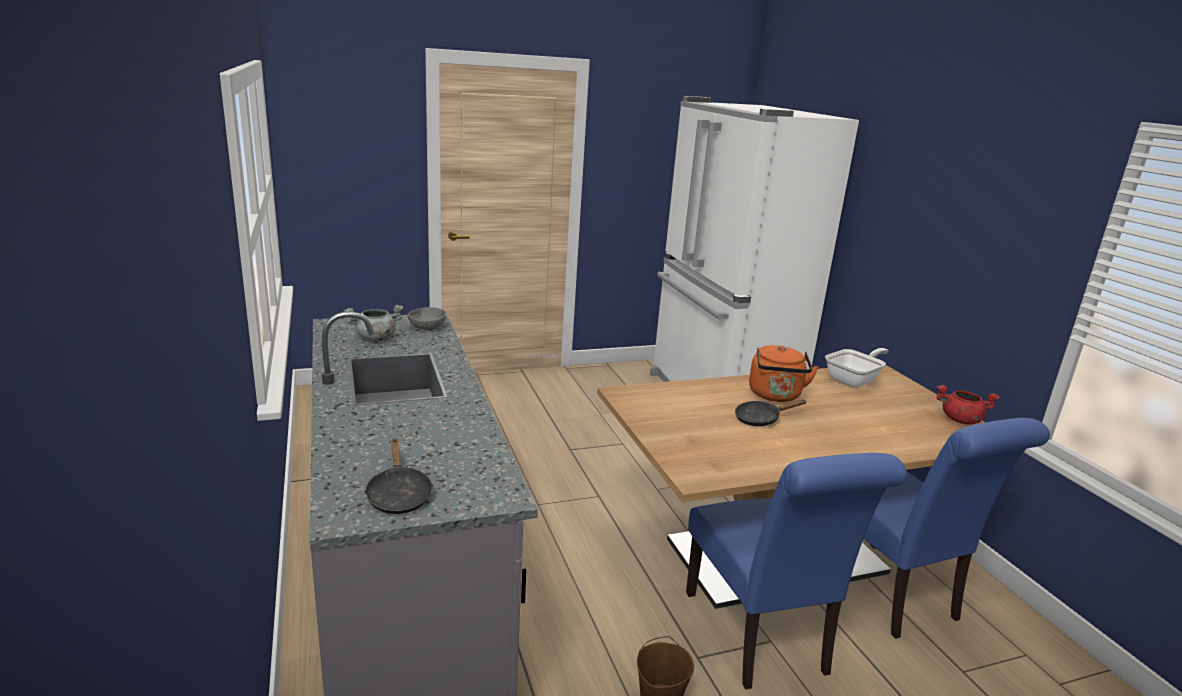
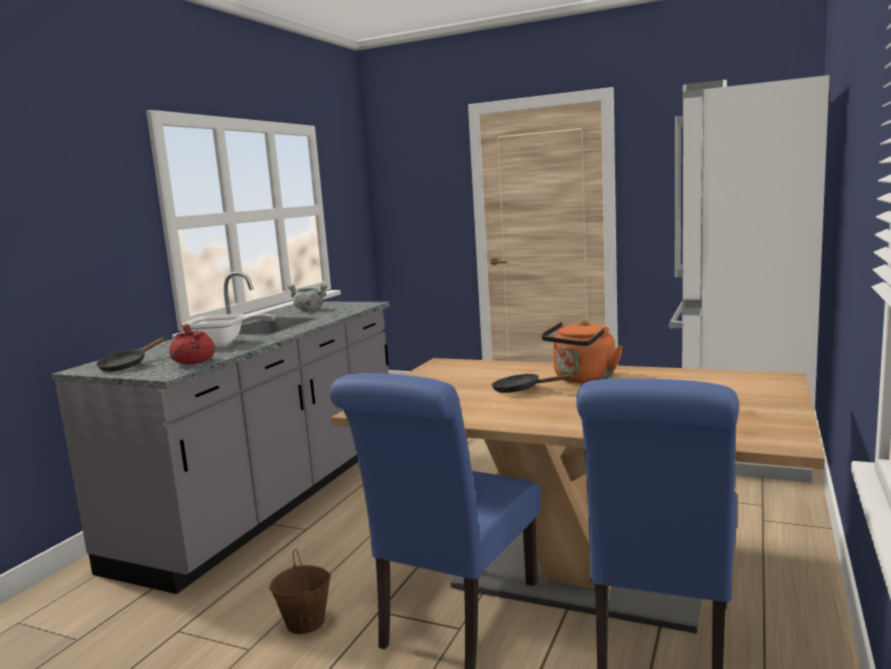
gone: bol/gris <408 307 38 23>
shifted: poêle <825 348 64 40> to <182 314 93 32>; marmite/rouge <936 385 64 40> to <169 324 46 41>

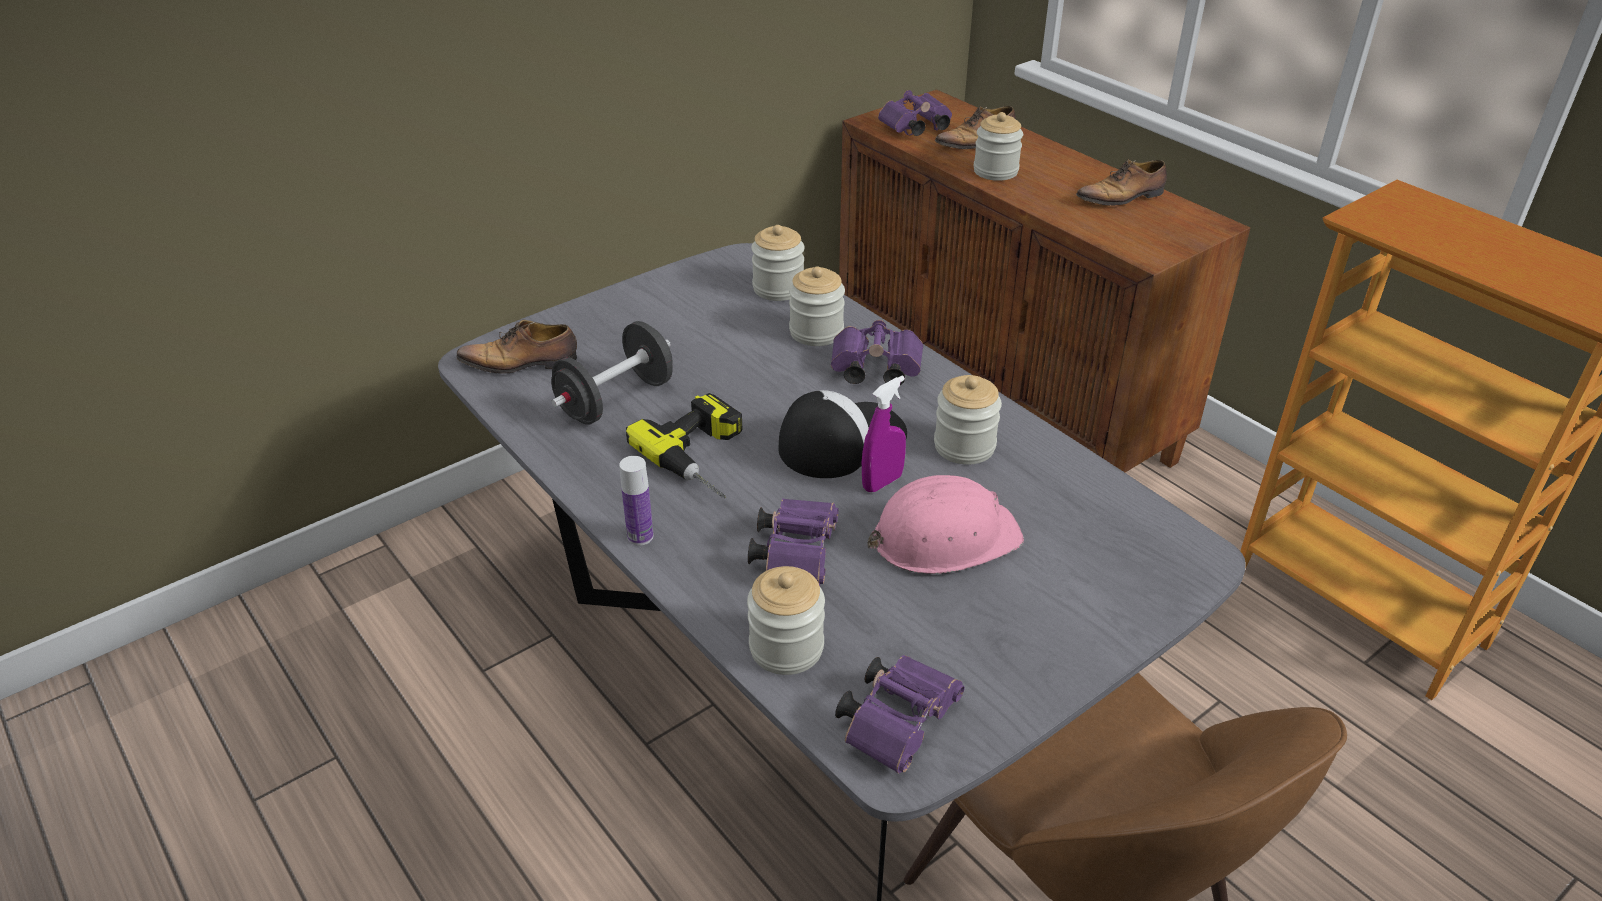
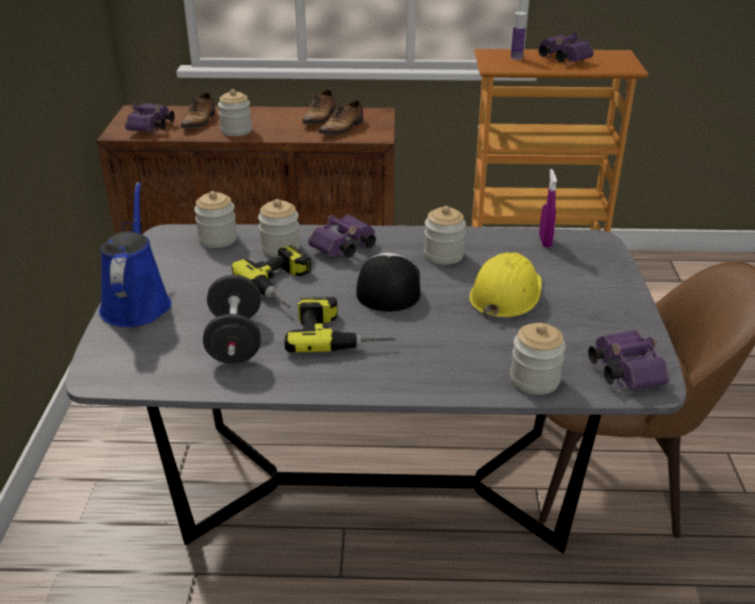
new: arrosoir/bleu <99 182 73 145>; perceuse <231 246 80 63>
shifted: chaussure <456 319 121 55> to <318 100 45 35>; bouteille <619 456 35 90> to <511 12 16 48>; jumelles/violet <748 498 91 88> to <539 32 55 33>; vaporisateur/violet <862 376 44 116> to <539 169 18 78>
repainted: casque de chantier/rose <868 475 156 99> to casque de chantier/jaune <469 253 73 66>

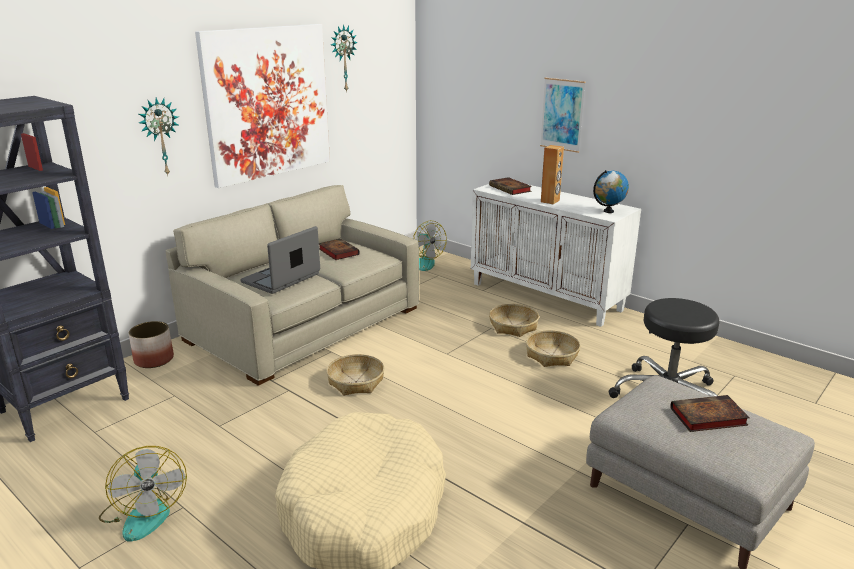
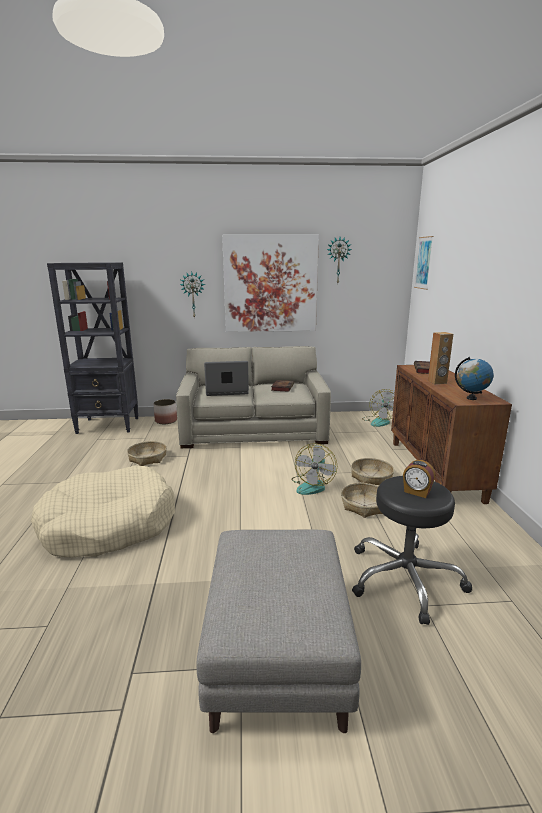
gone: livre <670 395 80 37>
new: réveil <403 460 32 38>
shifted: ventilateur <99 446 88 96> to <292 443 45 52>; panier <326 354 58 41> to <127 441 40 25>; tableau <540 77 46 76> to <414 236 20 54>
repainted: meuble de rangement/blanc <471 184 170 143> to meuble de rangement/marron <391 365 121 139>

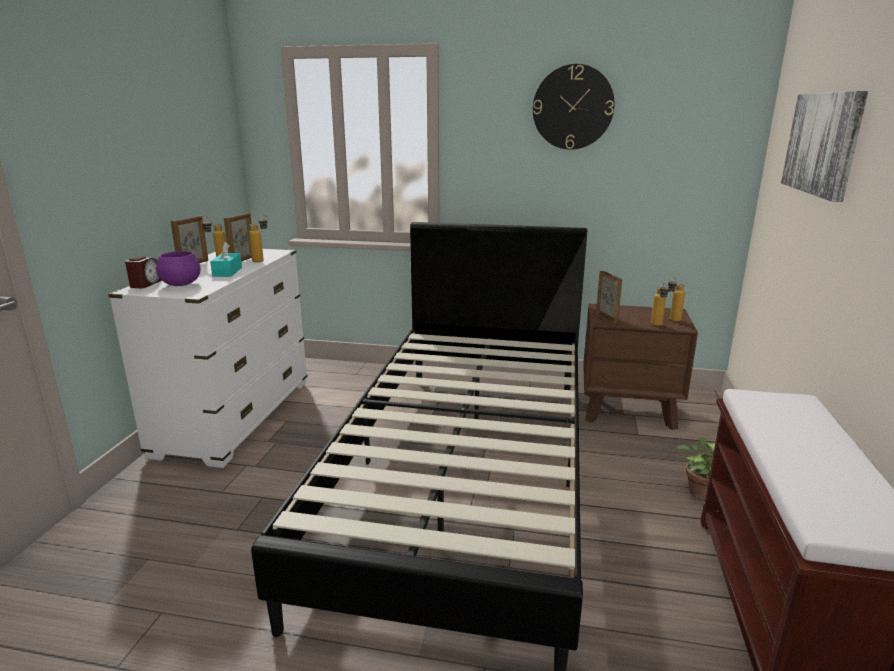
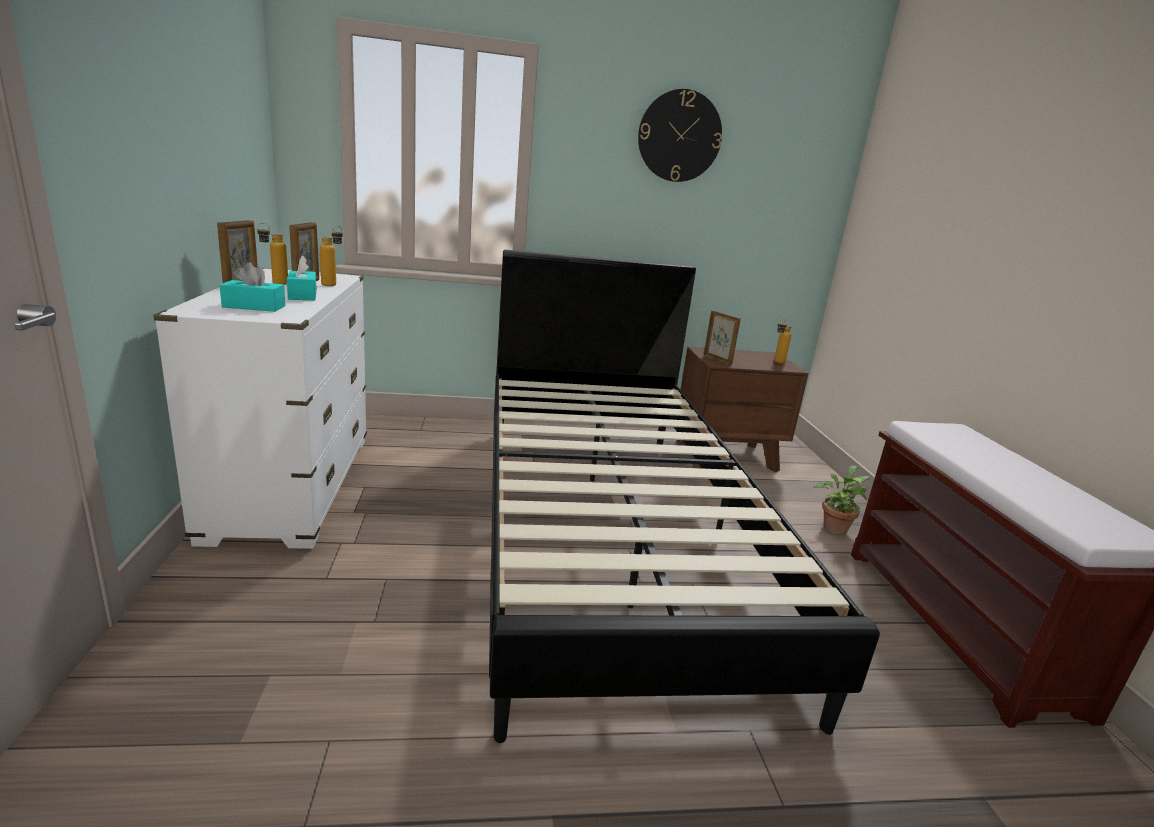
gone: réveil <125 256 37 32>; bouteille <651 283 18 43>; tableau <781 91 87 111>
swapped: bol/violet <156 251 44 35> to boîte à mouchoirs/turquoise <220 262 66 50>

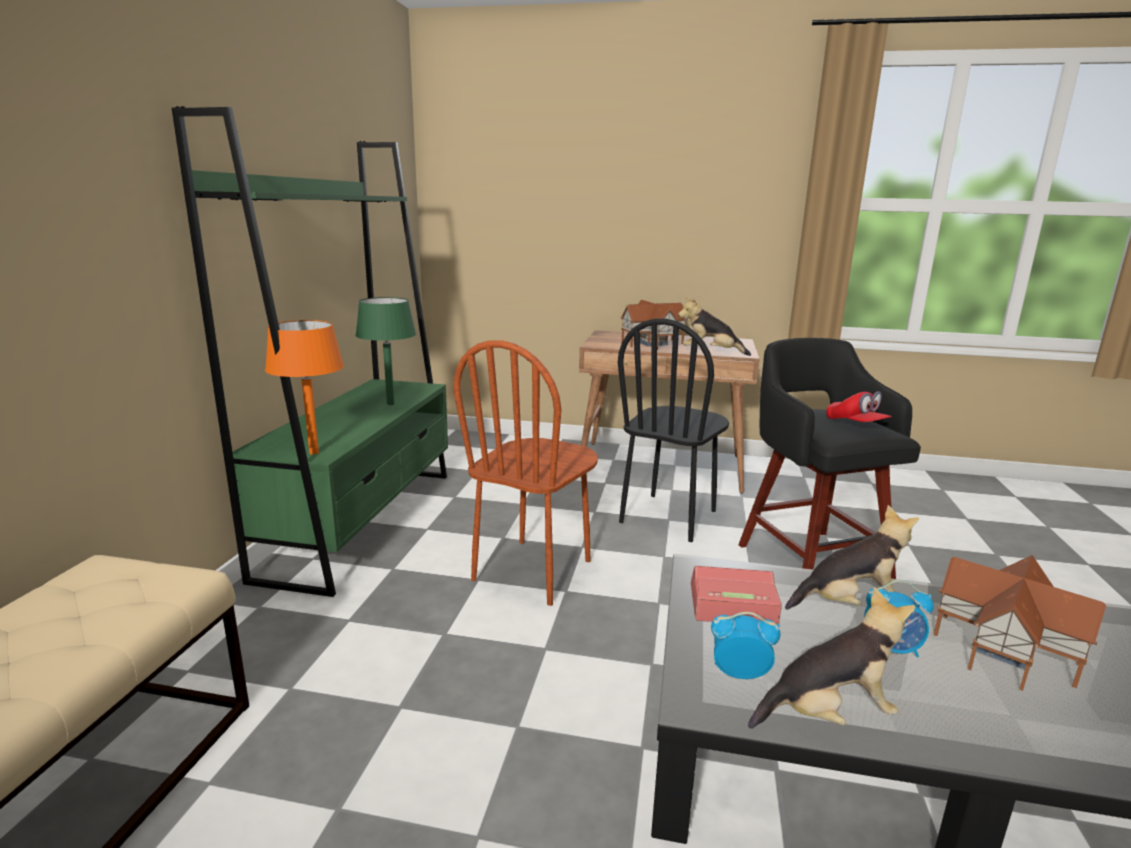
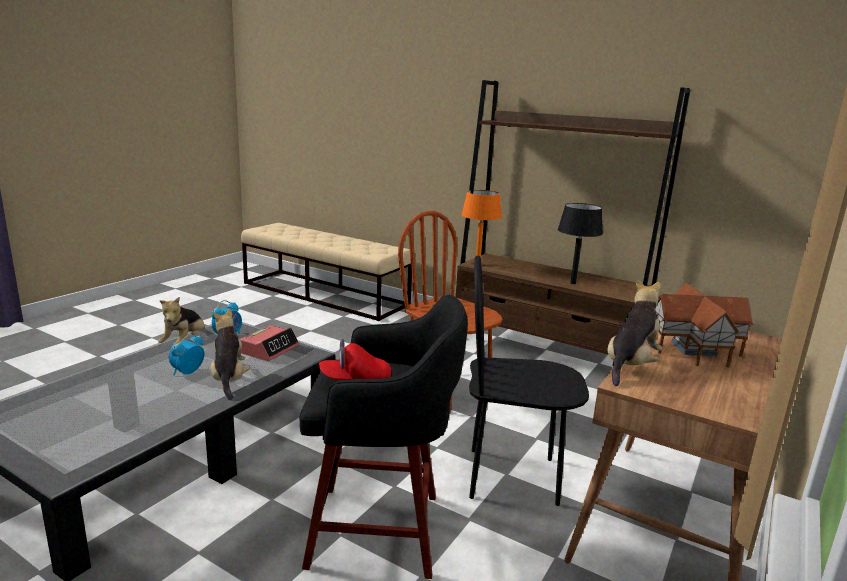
gone: maison miniature <933 555 173 136>
repainted: bibliothèque/vert <172 106 276 491> to bibliothèque/marron <456 80 235 275>; lampe de table/vert <355 297 61 108> to lampe de table/noir <558 203 45 81>
rotated: chaise/noir <618 318 111 224> = <469 255 120 251> 45 degrees counterclockwise; peluche <785 505 134 105> = <211 309 39 91> 150 degrees clockwise

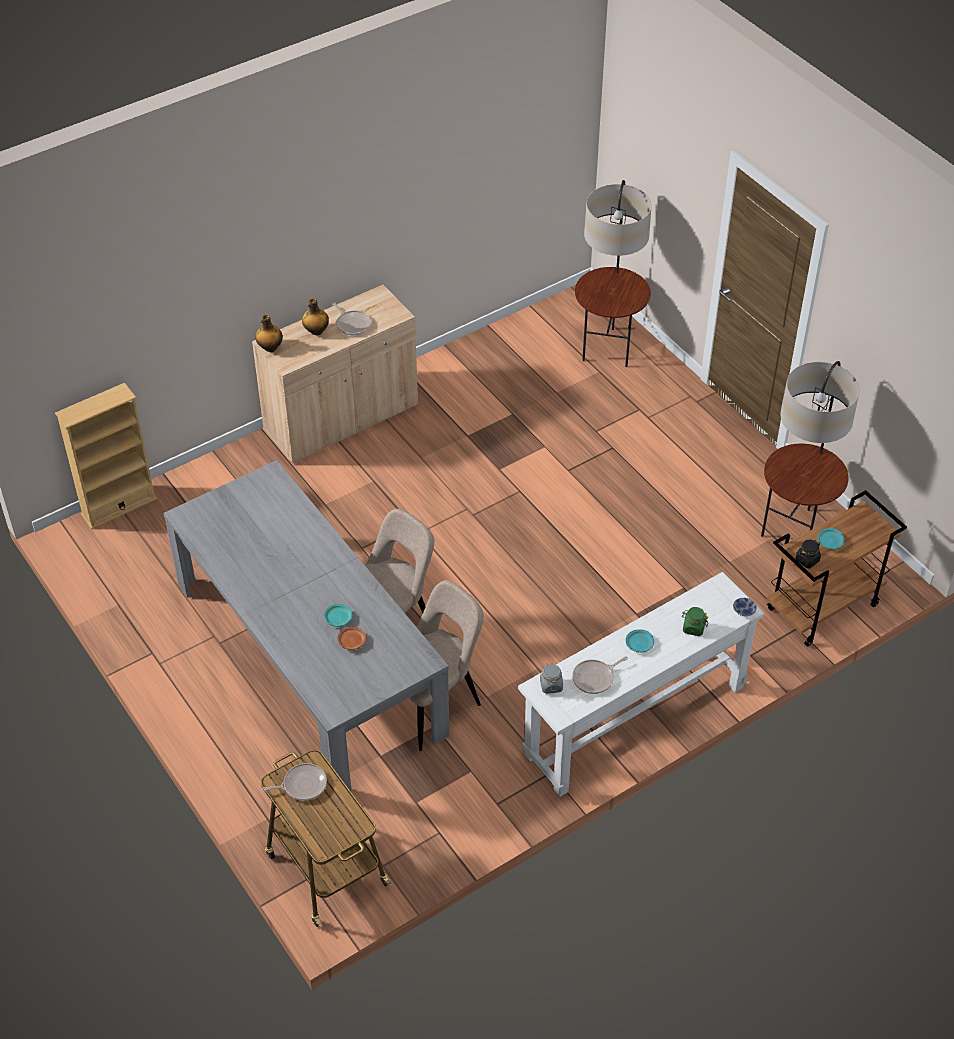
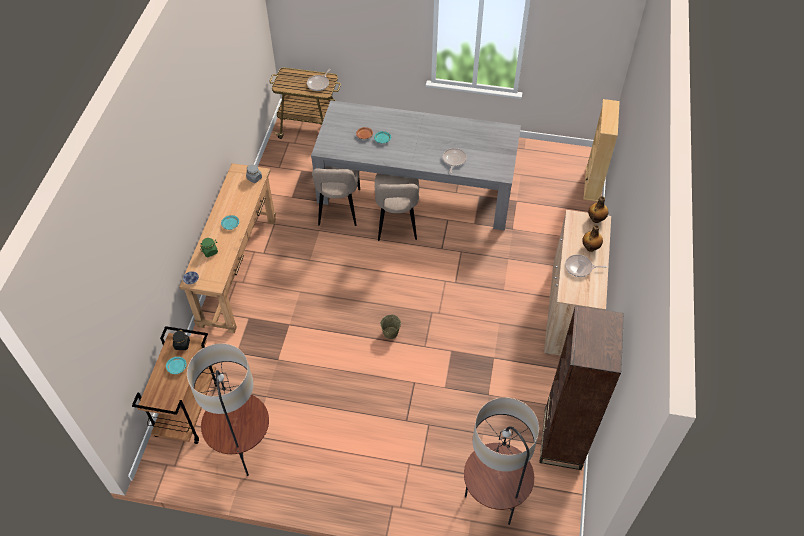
new: seau/beige <380 314 21 25>; bibliothèque/marron <539 306 85 164>
shifted: poêle <572 656 56 38> to <443 148 24 26>
repainted: table console/blanc <518 572 247 225> to table console/marron <179 163 97 170>

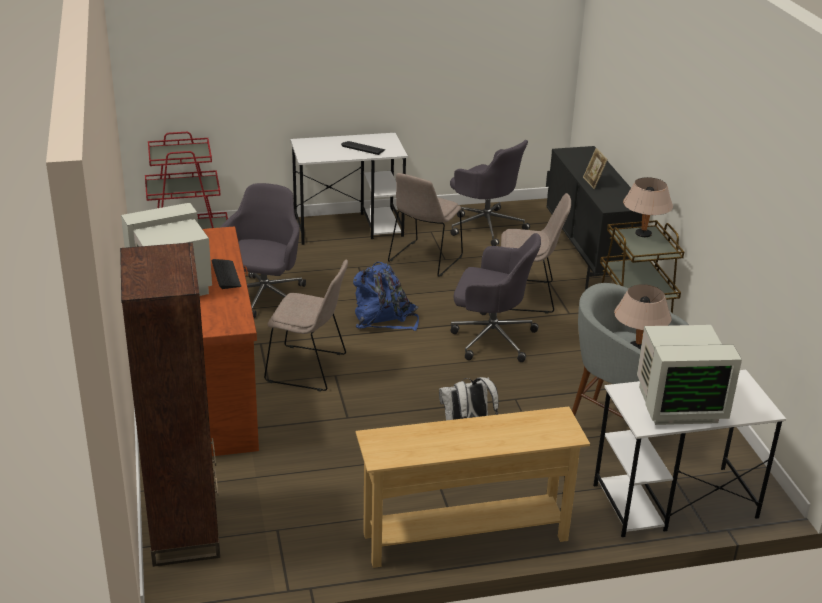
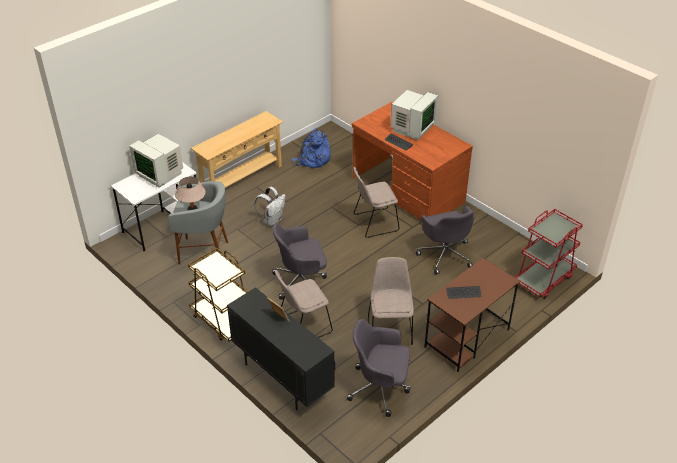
gone: bibliothèque/marron <120 242 100 325>; lampe de table/beige <623 177 50 60>
shifted: sac à dos/bleu <353 262 66 69> to <292 128 39 40>
repainted: bureau/blanc <290 133 118 112> to bureau/marron <424 258 96 114>
rotated: écran d'ordinateur <637 325 105 100> = <129 134 54 54> 105 degrees counterclockwise

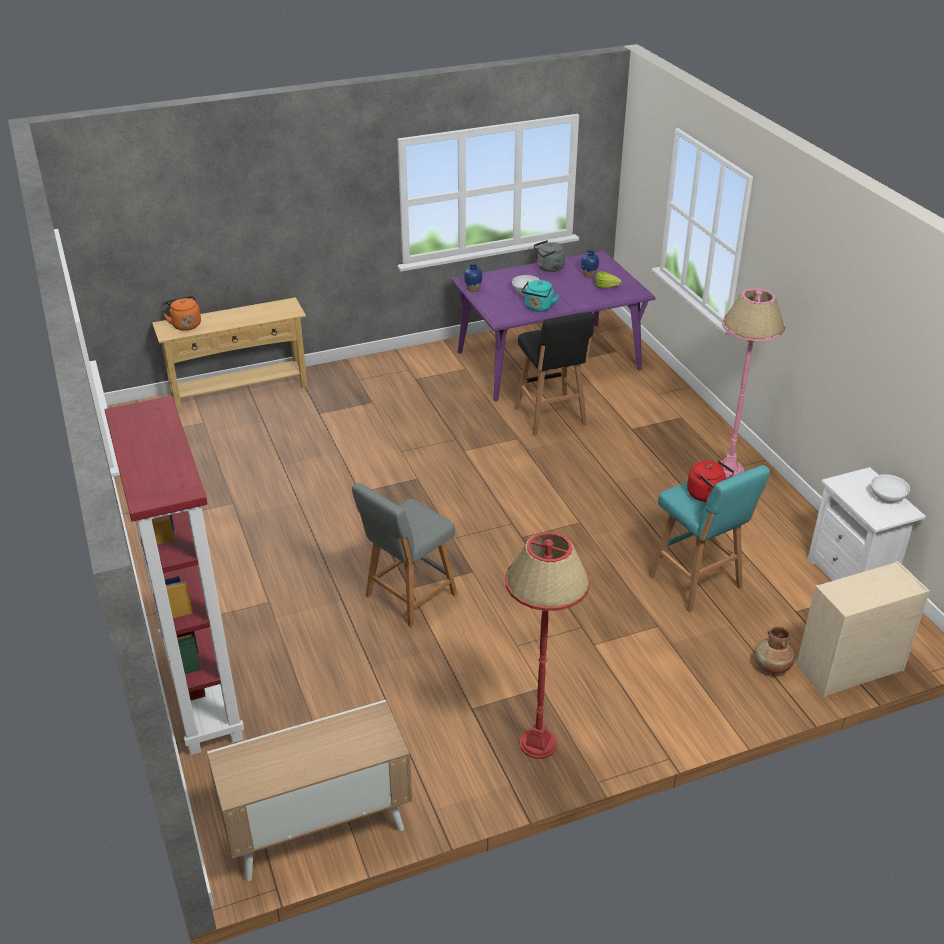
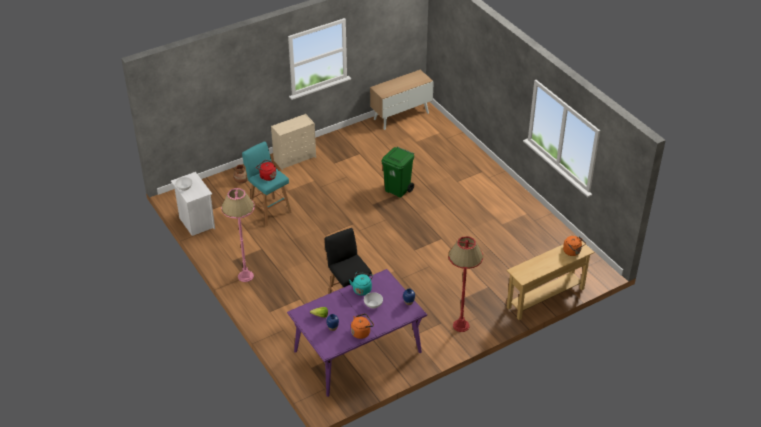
gone: bibliothèque/rouge <104 396 140 359>
shifted: lampadaire/rouge <505 532 85 227> to <448 236 35 96>; commode/beige <796 561 134 136> to <271 114 45 56>
swapped: tabouret/gris <352 483 105 144> to poubelle/vert <381 147 33 51>
repainted: bouilloire/gris <534 240 31 32> to bouilloire/orange <351 314 23 25>

